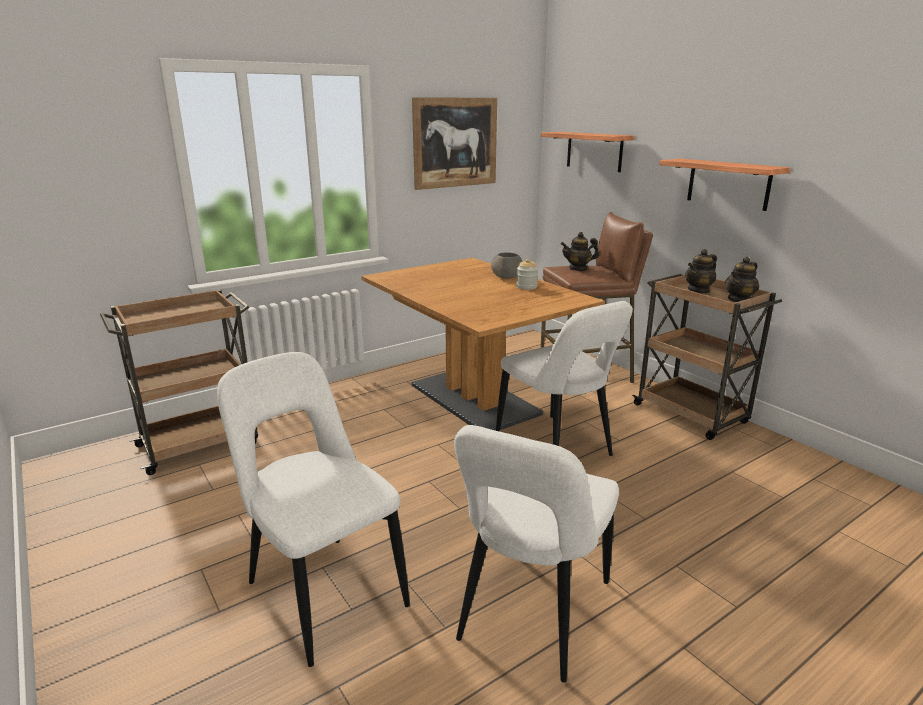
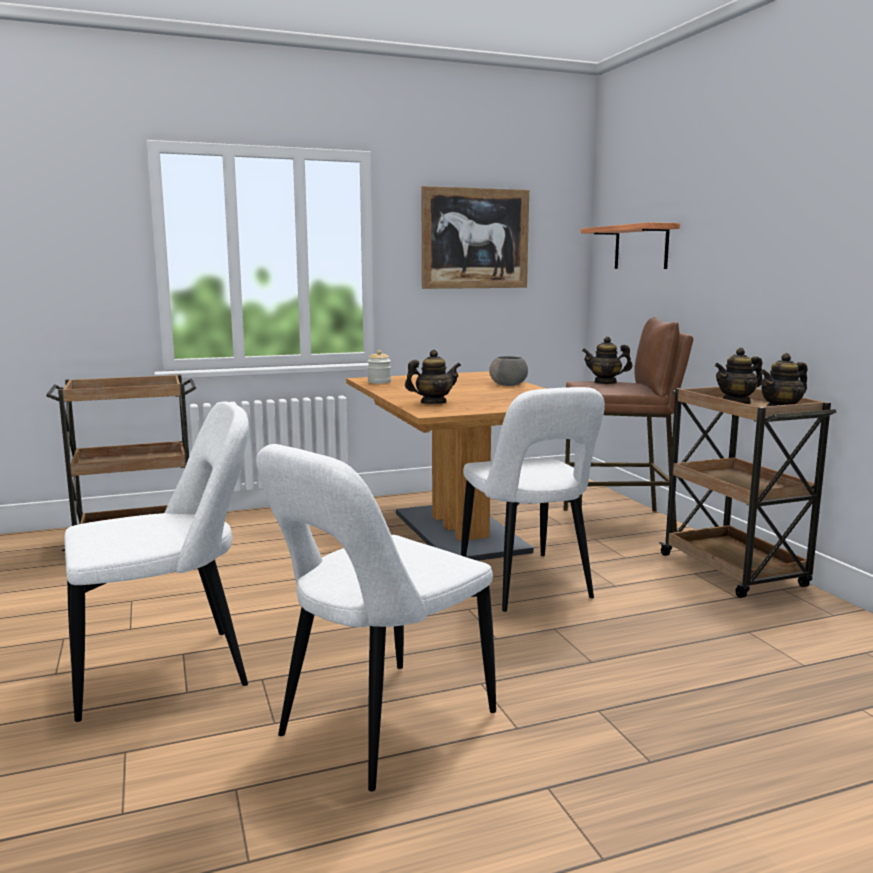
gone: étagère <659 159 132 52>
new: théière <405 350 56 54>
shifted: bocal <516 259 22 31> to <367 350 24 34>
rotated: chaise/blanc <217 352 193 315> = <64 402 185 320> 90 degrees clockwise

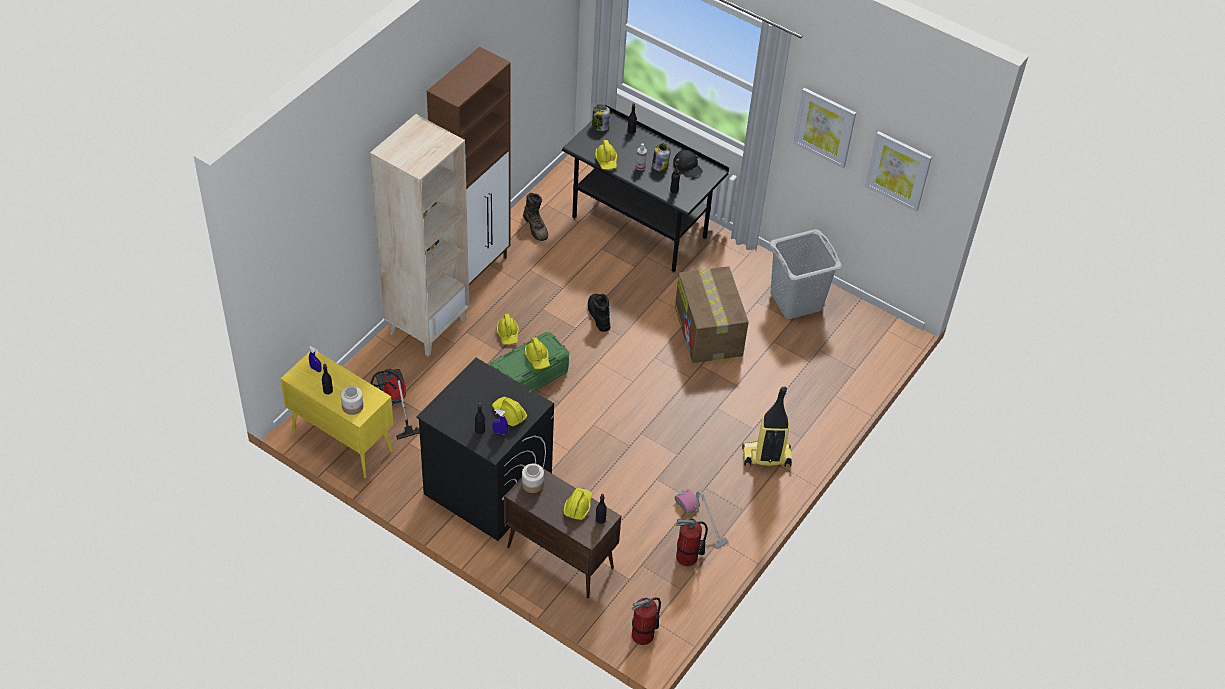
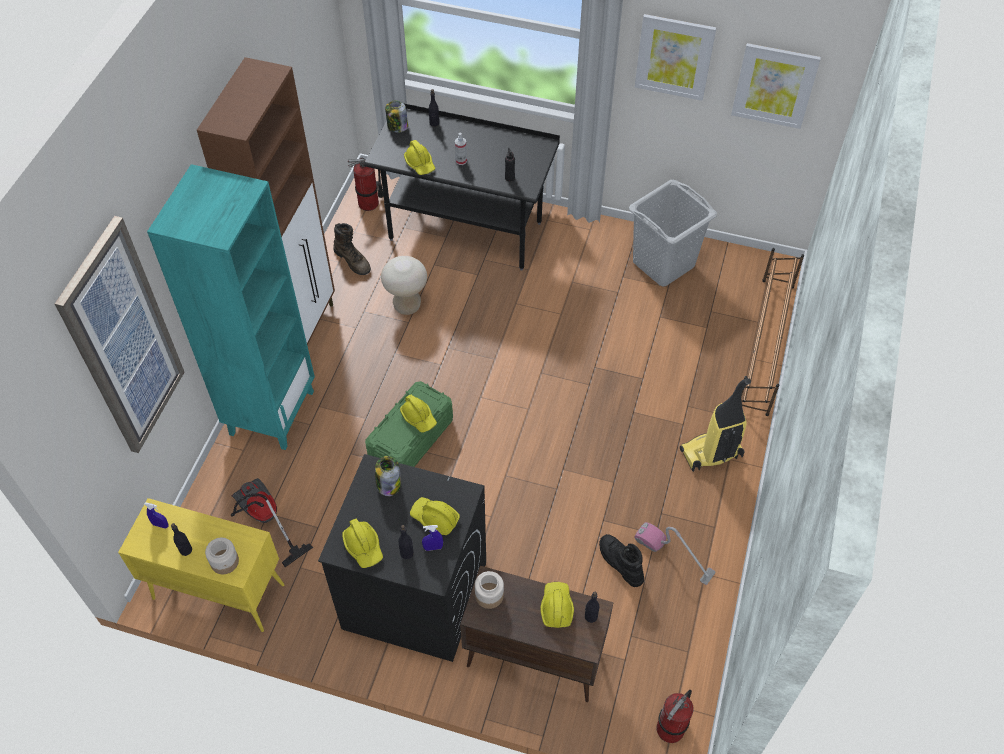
gone: casquette/noir <673 150 30 28>; carton <675 266 74 97>
new: tableau <55 216 129 237>; tabouret/beige <381 256 46 59>; étagère à chaussures/marron <741 248 63 168>
shifted: casque de chantier/jaune <497 314 22 31> to <342 519 41 49>; botte/noir <588 294 23 38> to <599 534 45 53>; bocal <652 144 19 27> to <375 456 26 40>; extincteur <676 519 32 47> to <348 158 36 53>
repainted: bibliothèque/beige <370 114 99 242> to bibliothèque/turquoise <147 164 168 286>

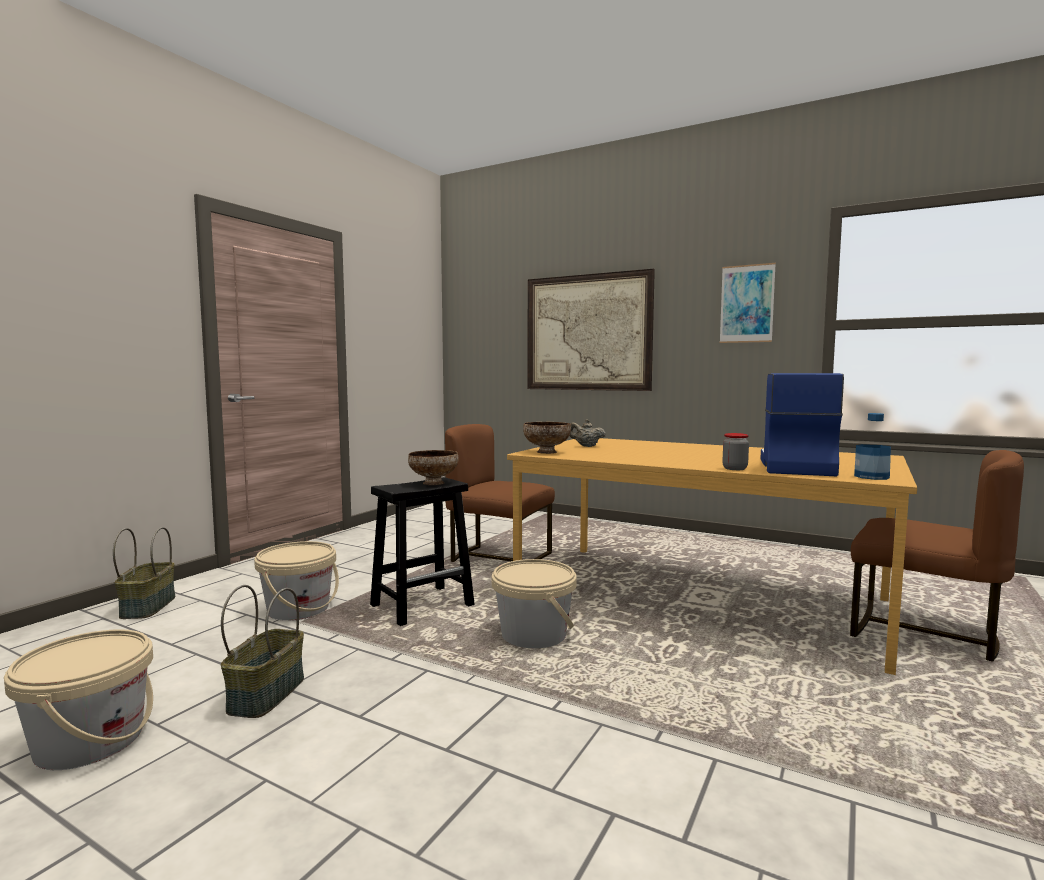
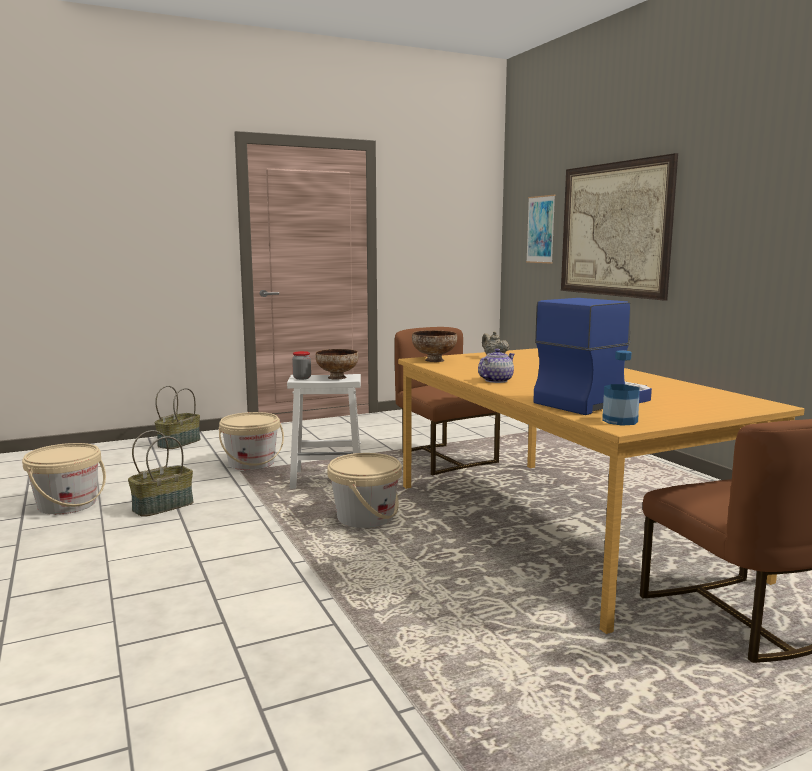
new: théière <478 348 37 35>
shifted: tableau <720 263 56 80> to <526 195 30 69>; bocal <722 433 27 37> to <292 351 19 29>
repainted: tabouret/noir <370 477 105 149> to tabouret/blanc <287 374 74 115>

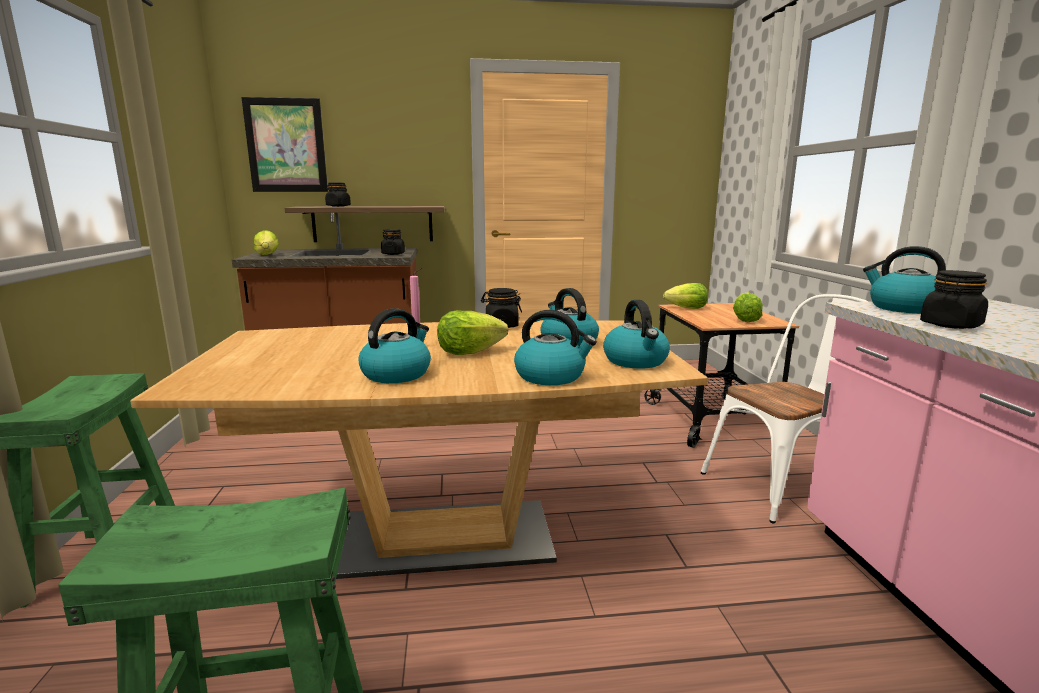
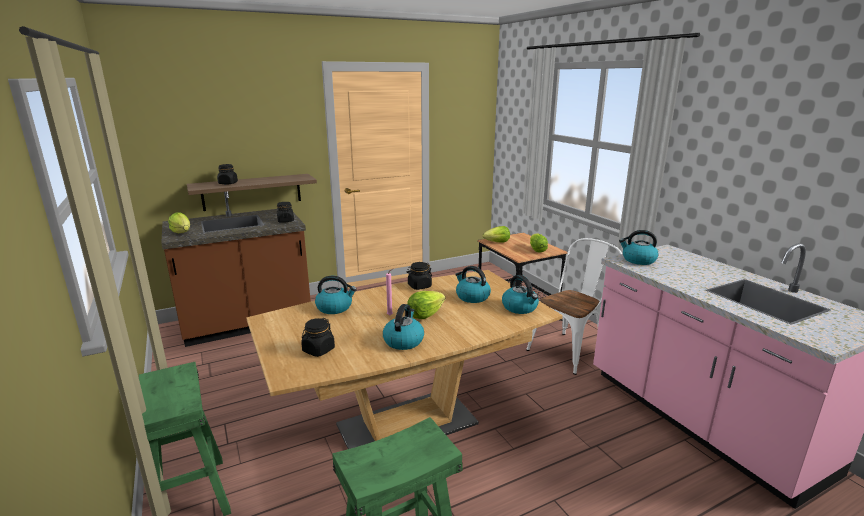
gone: tableau <241 97 87 95>
shifted: bouilloire <514 310 83 75> to <315 276 42 38>; bocal/noir <920 270 68 59> to <301 318 34 39>

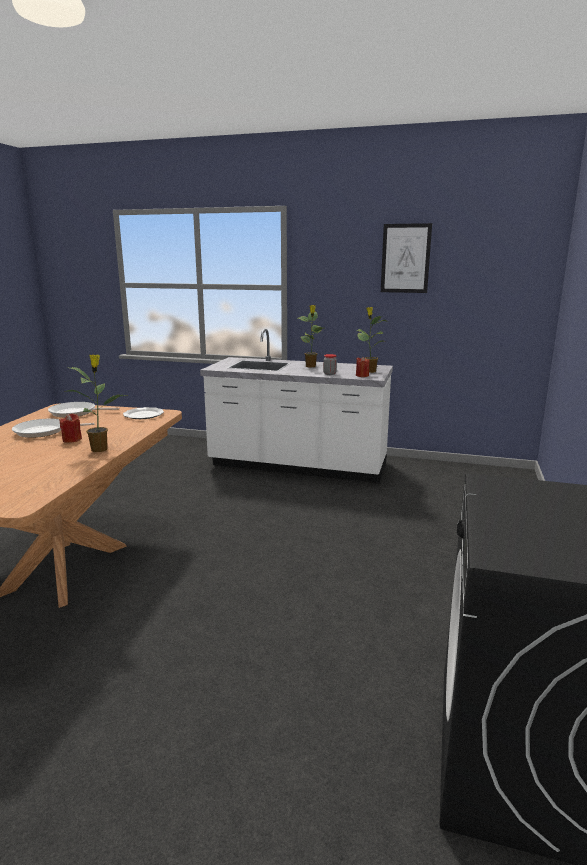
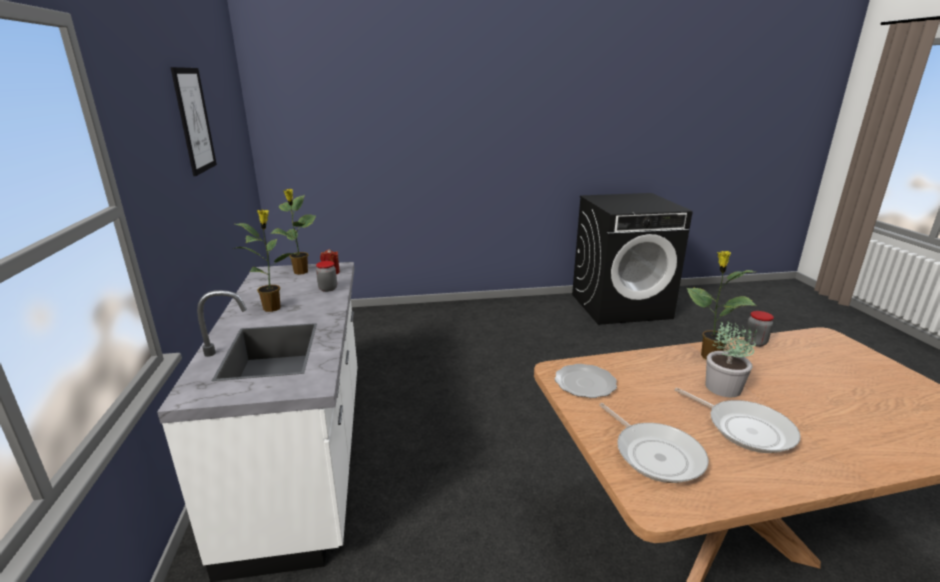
new: bocal <744 311 30 36>
swapped: bougie/rouge <59 414 23 29> to plante en pot <706 320 51 77>

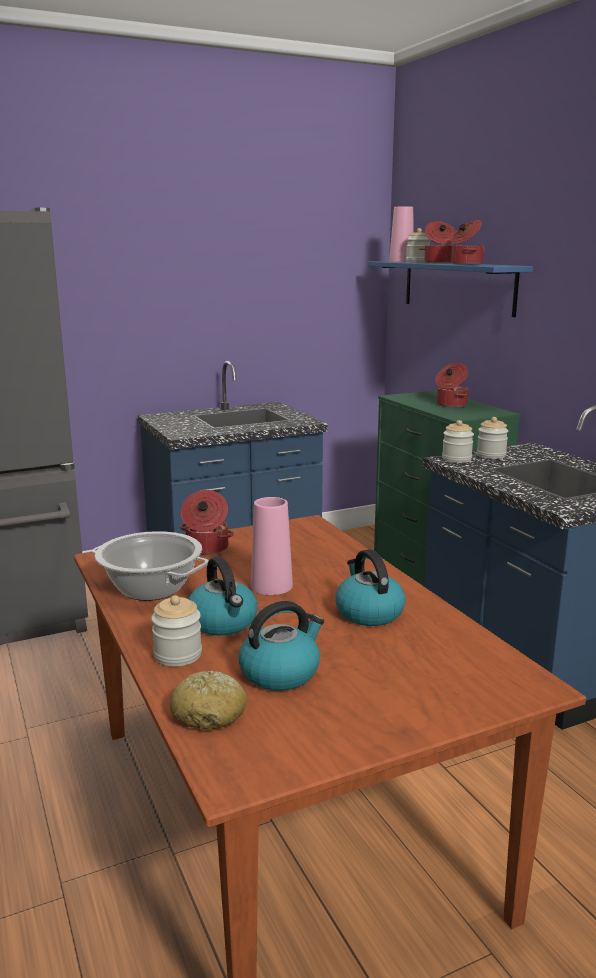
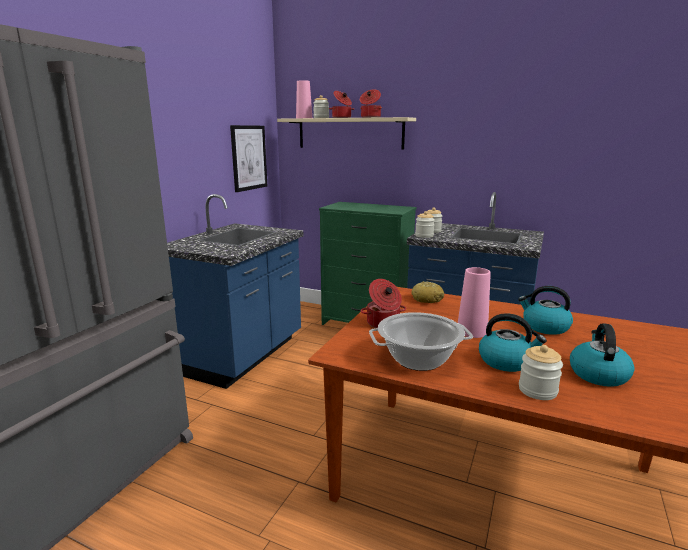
gone: marmite <436 363 32 44>
new: tableau <230 125 37 67>
shifted: pain <170 671 77 59> to <412 281 32 22>
repainted: étagère/bleu <367 261 166 56> to étagère/beige <277 117 139 33>

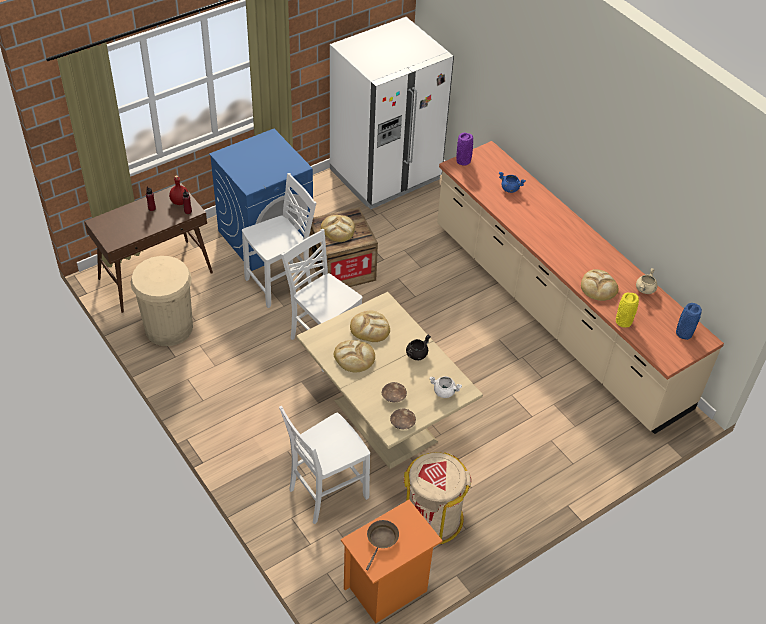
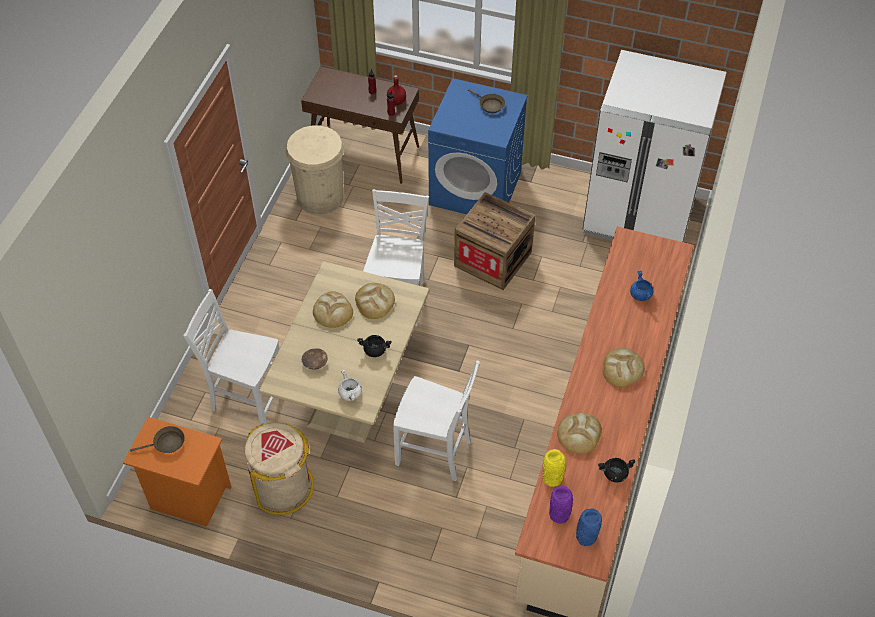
gone: bol/marron <390 409 26 20>
new: poêle/marron <468 89 37 24>
shifted: chaise/blanc <242 173 74 135> to <393 361 87 120>; pain <321 215 34 27> to <603 348 42 39>; vase/violet <456 133 17 33> to <549 486 24 38>
repainted: marmite/beige <636 268 21 26> to marmite/noir <598 458 37 25>

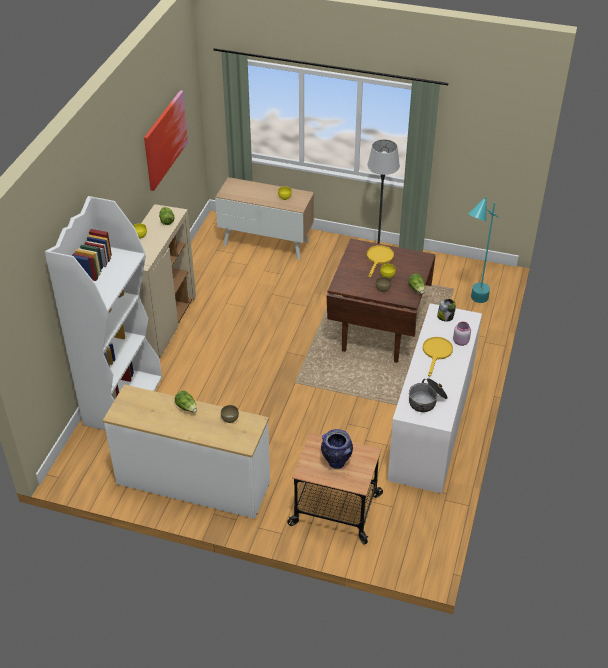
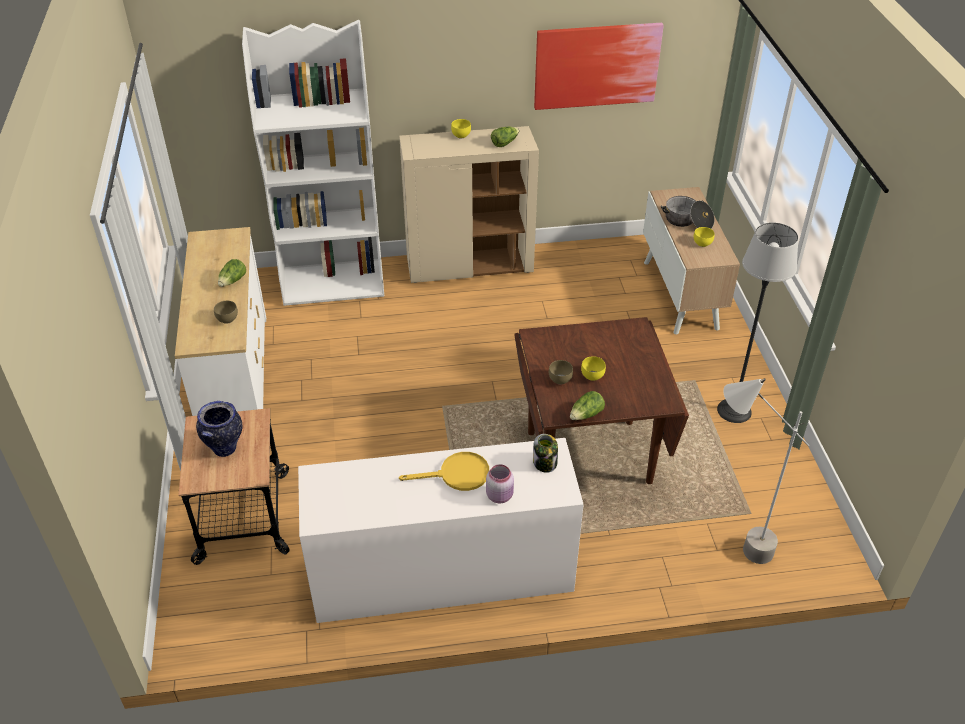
gone: poêle/jaune <367 245 27 33>
shifted: marmite <409 378 39 34> to <661 196 53 33>
repainted: lampadaire/turquoise <468 197 31 106> to lampadaire/gris <723 378 86 186>

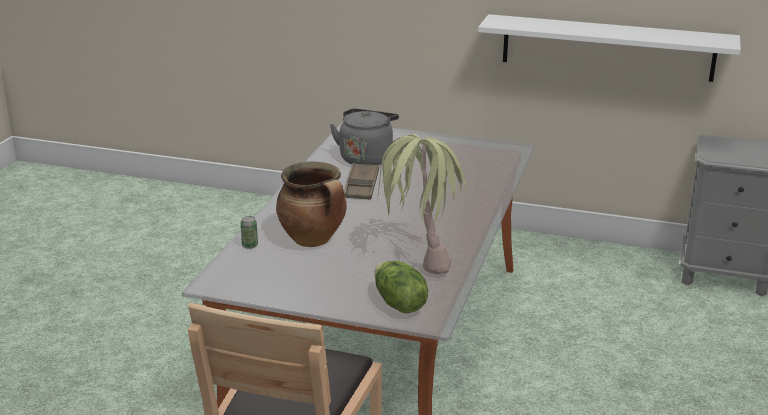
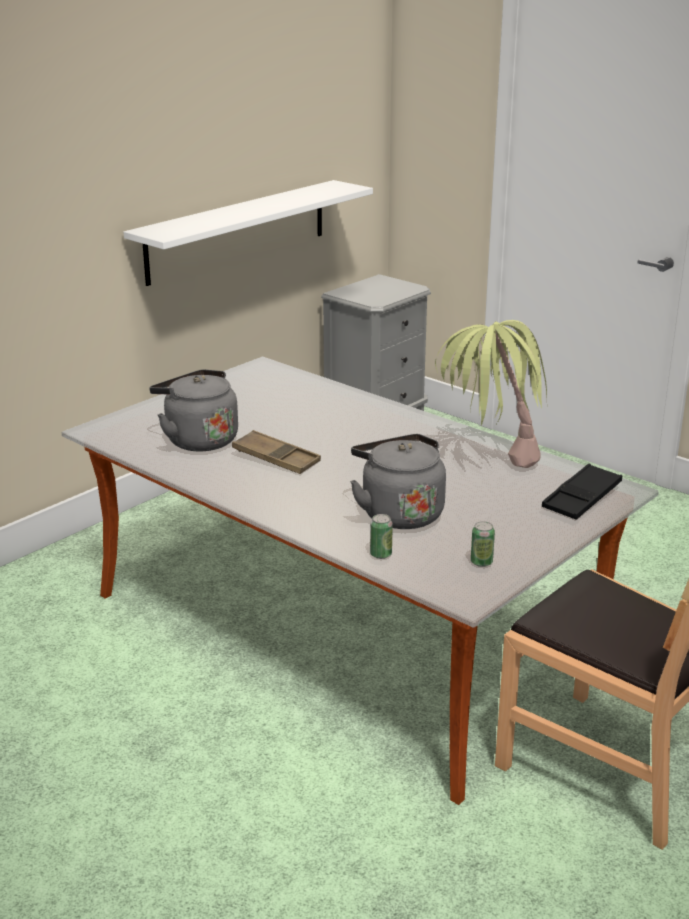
new: boîte métallique <471 521 24 46>
swapped: marmite <276 162 70 85> to bouilloire/gris <350 434 96 95>; laitue <374 261 54 52> to plateau/noir <542 464 80 56>

